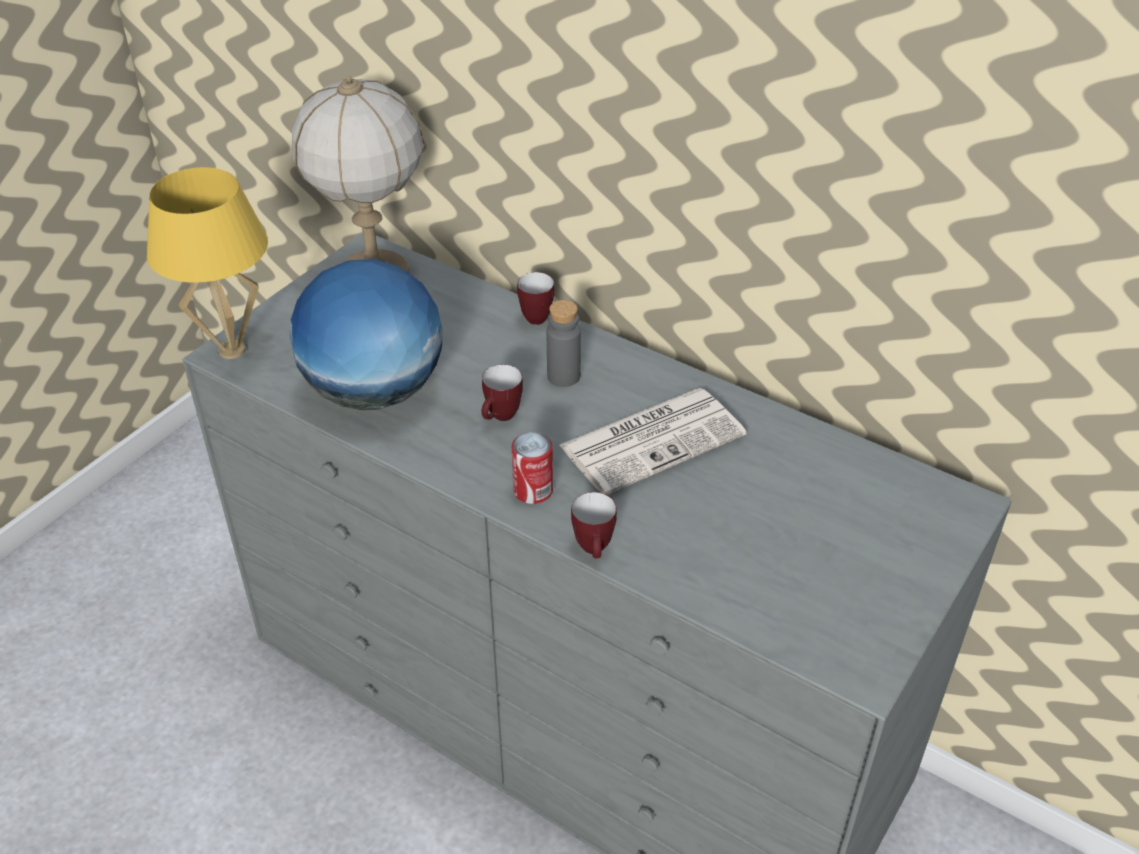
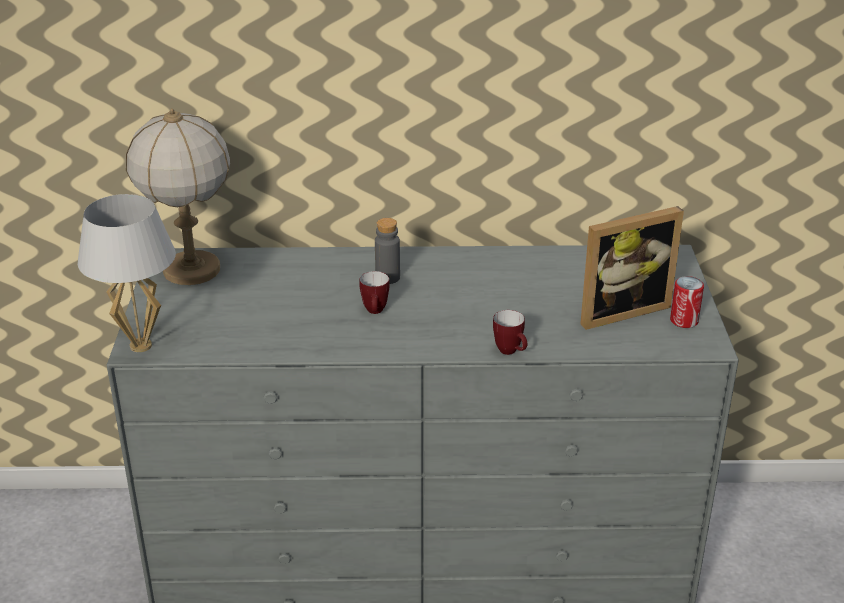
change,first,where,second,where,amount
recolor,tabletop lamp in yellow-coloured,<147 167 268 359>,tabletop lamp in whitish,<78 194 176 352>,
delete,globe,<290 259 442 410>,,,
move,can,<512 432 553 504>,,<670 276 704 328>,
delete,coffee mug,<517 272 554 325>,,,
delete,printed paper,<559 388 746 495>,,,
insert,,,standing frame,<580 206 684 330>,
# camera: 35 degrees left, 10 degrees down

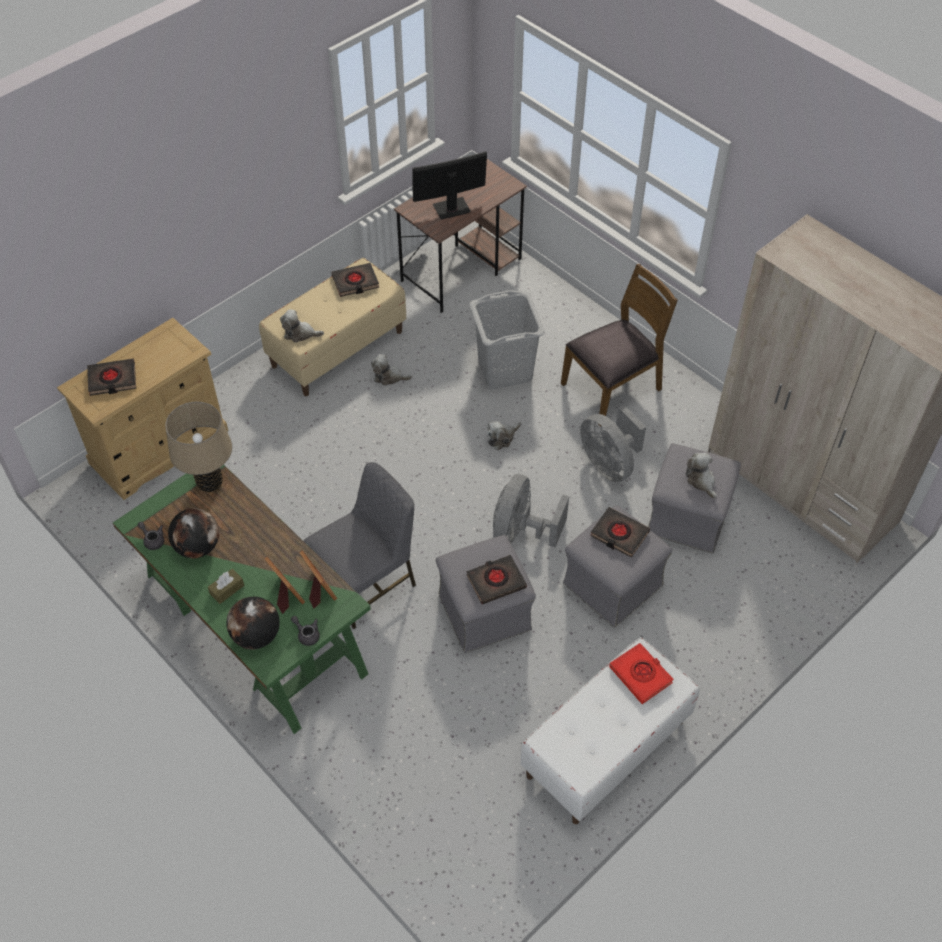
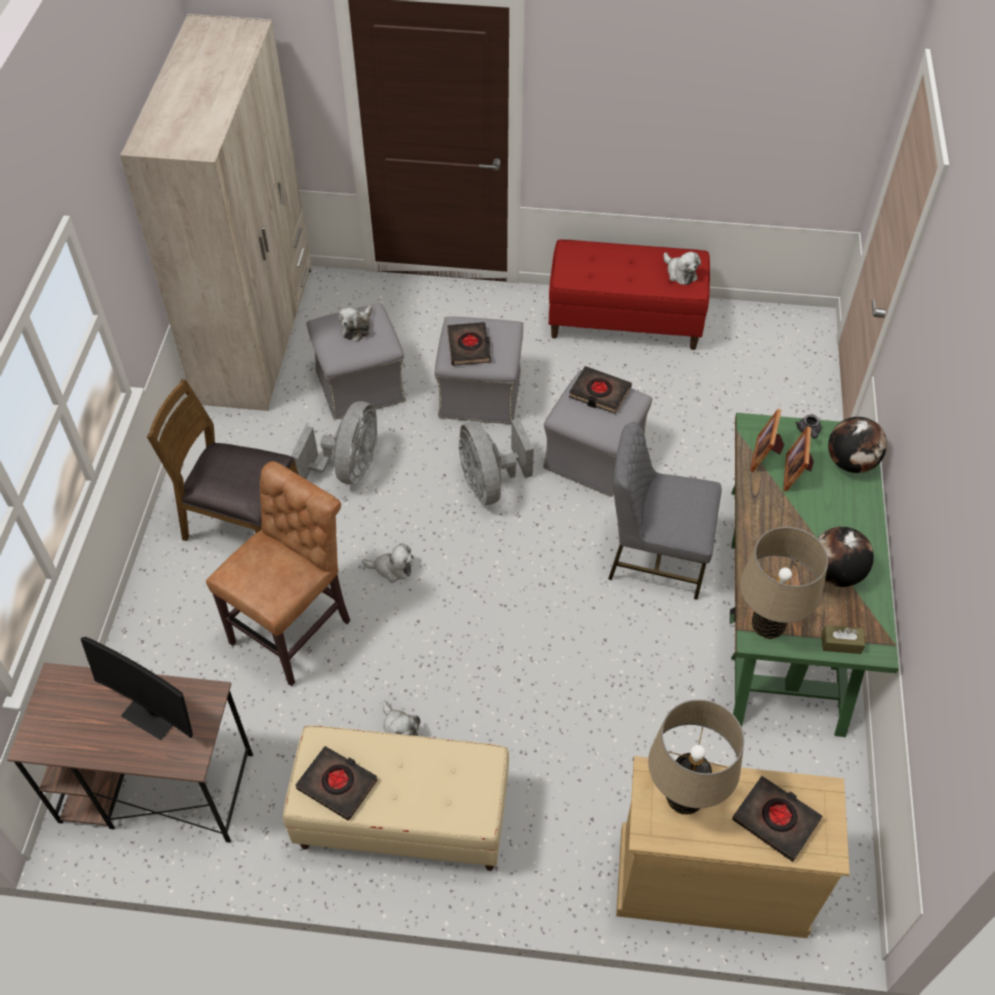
change,first,where,second,where,amount
delete,pot for tea in gray,<138 522 164 550>,,,
move,box of tissues in brown,<208 569 244 604>,,<822 625 865 654>,
move,cuddly toy,<280 309 324 343>,,<664 252 701 285>,
replace,washing basket in gray,<469 290 545 389>,chair in brown,<206 461 350 686>,
rotate,electric fan in gray,<493 474 569 547>,,<459 418 534 505>,90 degrees clockwise
recolor,indoor bench in whitish,<521 637 700 824>,indoor bench in red-coloured,<549 240 710 350>,
delete,bound book in red-coloured,<609 643 674 704>,,,
insert,,,tabletop lamp in beige,<648 699 744 815>,
# camera: 130 degrees left, 0 degrees up

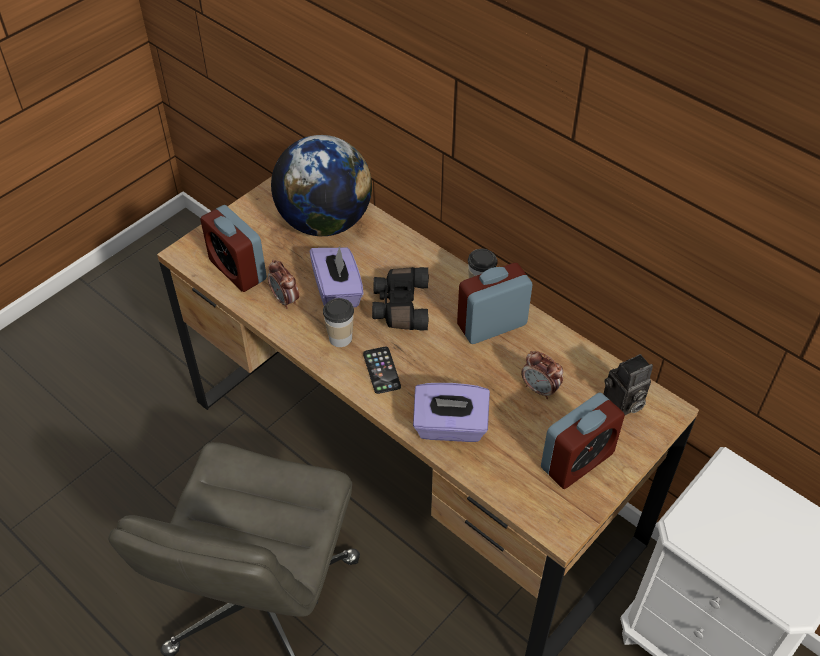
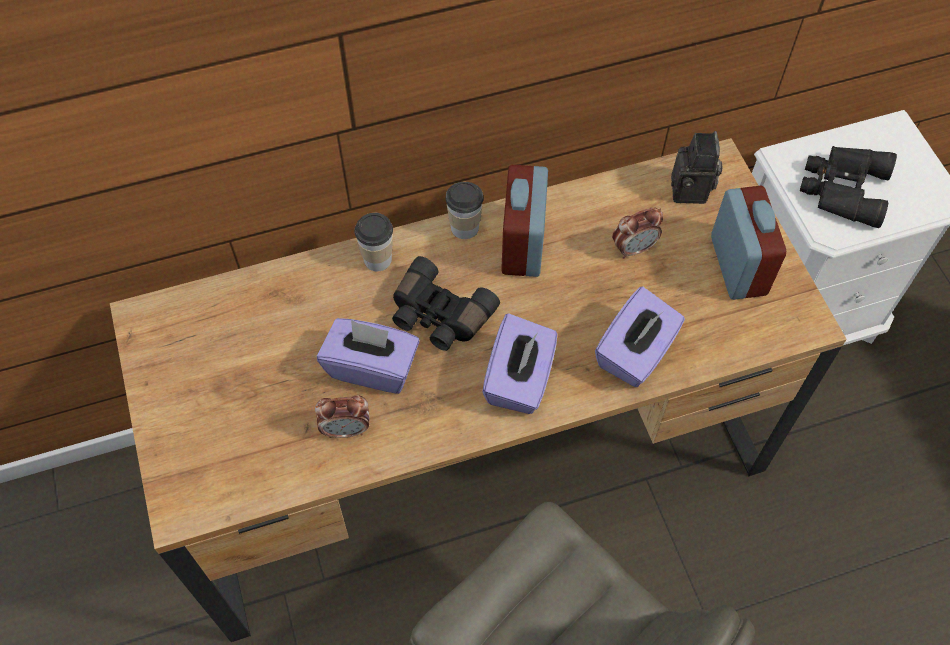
change,first,where,second,where,amount
delete,table clock,<200 205 267 292>,,,
delete,globe,<271 135 372 236>,,,
move,cup,<323 298 354 347>,,<354 213 393 271>,
replace,telephone,<363 347 401 394>,box of tissues in purple,<482 313 557 414>,
insert,,,field glasses in black-coloured,<800 146 897 228>,
# camera: 60 degrees left, 10 degrees up

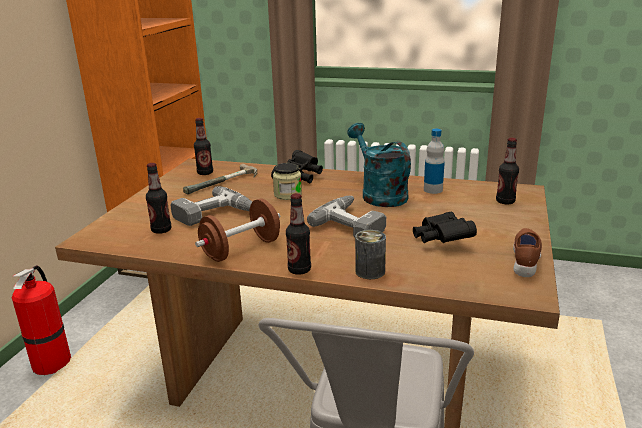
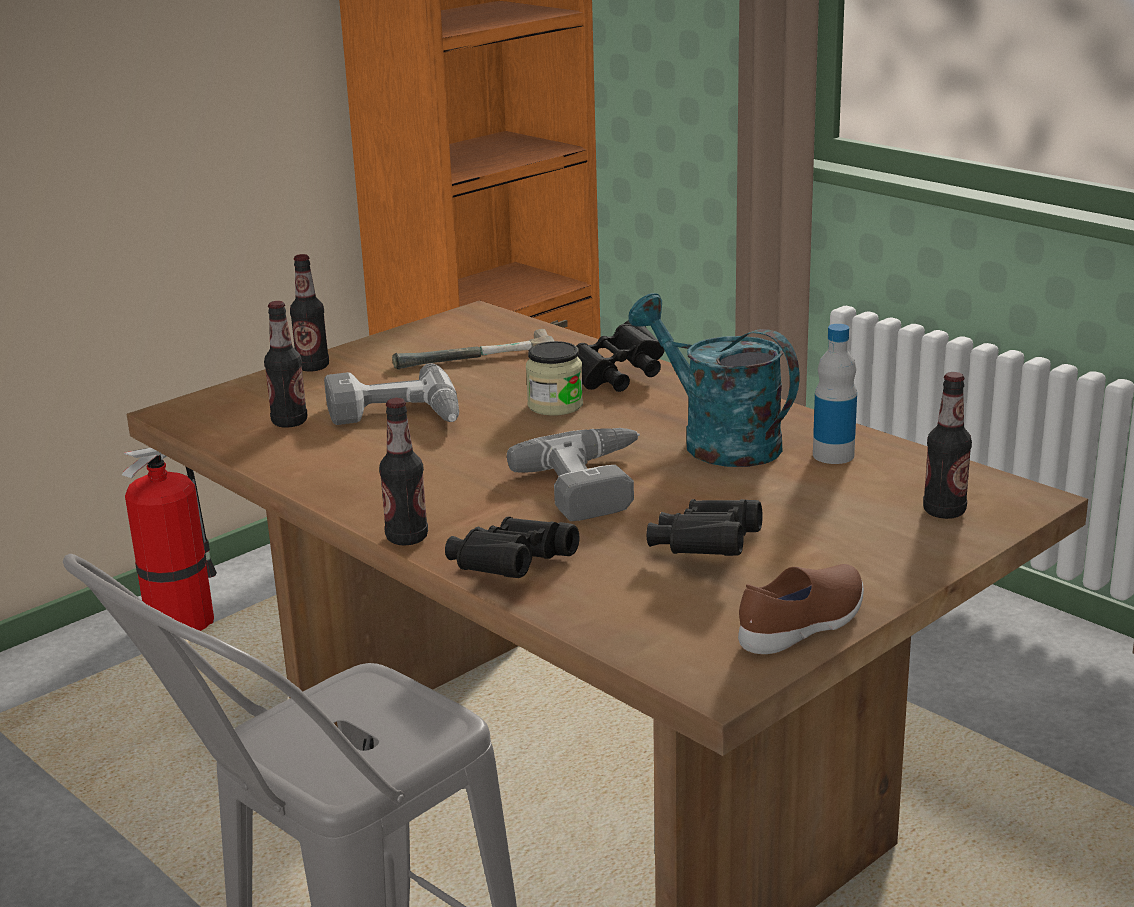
change,first,where,second,where,amount
move,drink bottle,<194 118 213 175>,,<290 254 329 371>,
delete,free weight in brown,<195 199 280 262>,,,
rotate,sprinkling can in turquoise-coloured,<347 123 411 207>,,<629 293 799 467>,45 degrees counterclockwise
replace,can,<355 230 386 279>,field glasses in black-coloured,<445 517 580 578>,
# camera: 30 degrees right, 0 degrees up

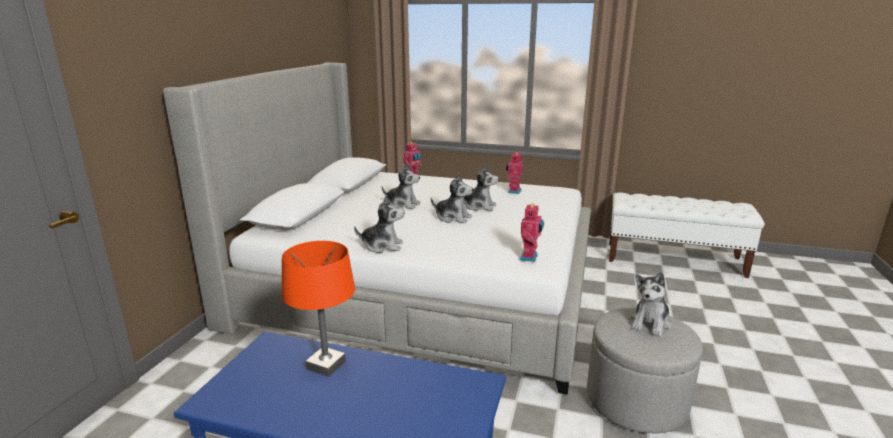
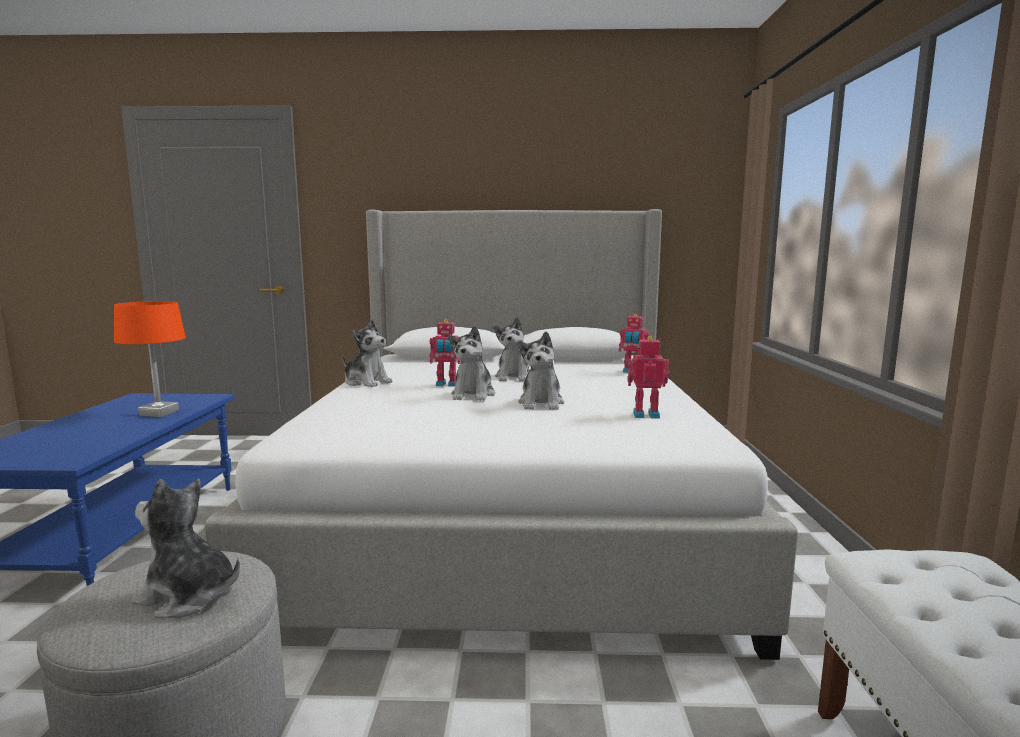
change,first,where,second,where,amount
rotate,cuddly toy,<354 195 405 253>,,<342 319 393 387>,45 degrees counterclockwise
move,toy robot,<520 203 544 262>,,<429 319 461 387>,
# camera: 75 degrees right, 10 degrees down

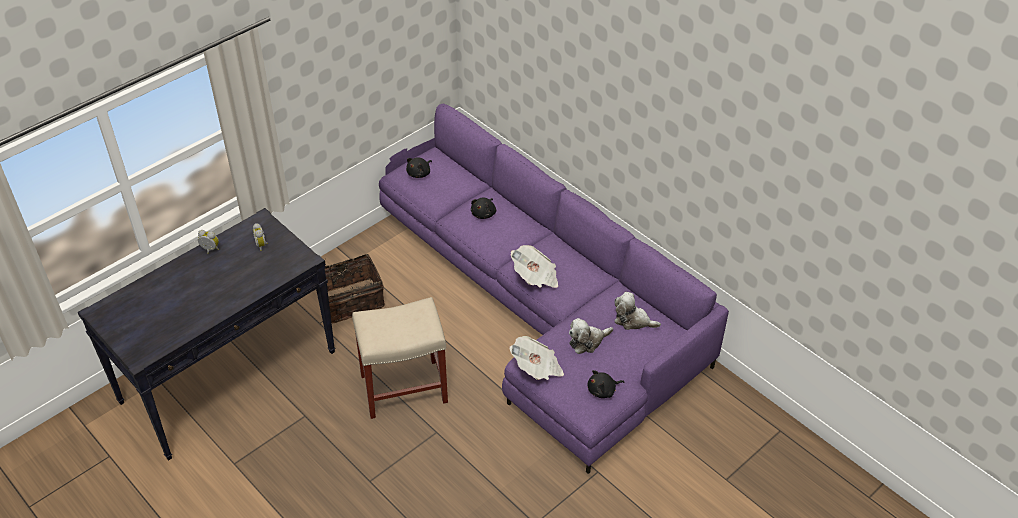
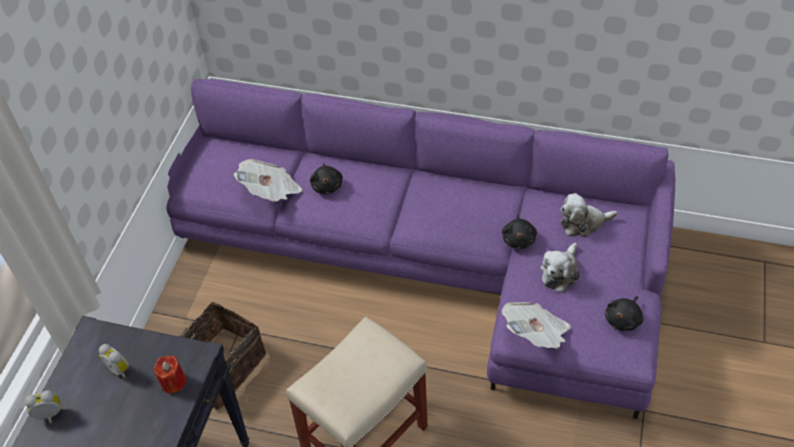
change,first,where,second,where,amount
move,cuddly toy in black-coloured,<406 157 432 178>,,<502 215 537 249>,
move,printed paper,<511 245 558 288>,,<234 159 303 202>,
insert,,,wax candle in red-coloured,<154 356 187 394>,
# camera: 30 degrees left, 5 degrees up

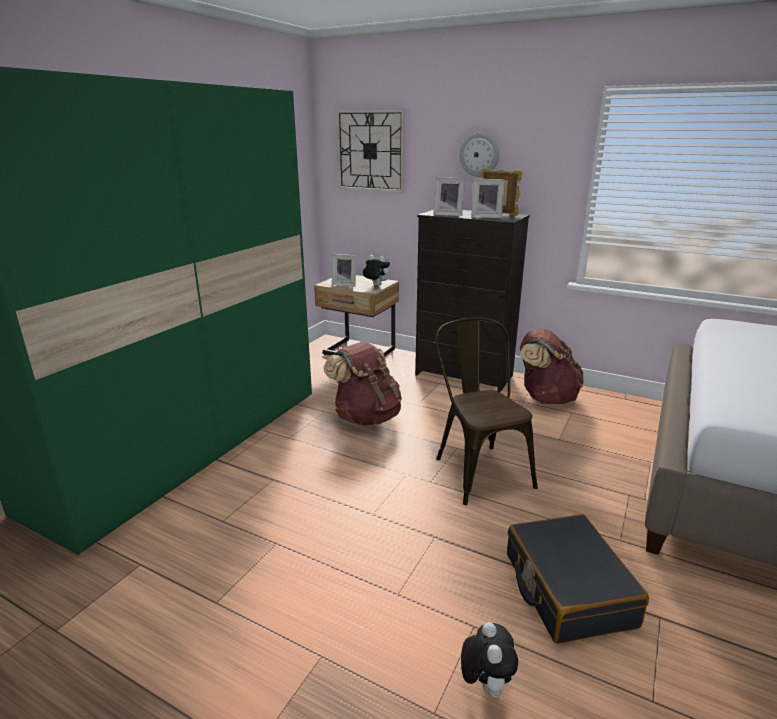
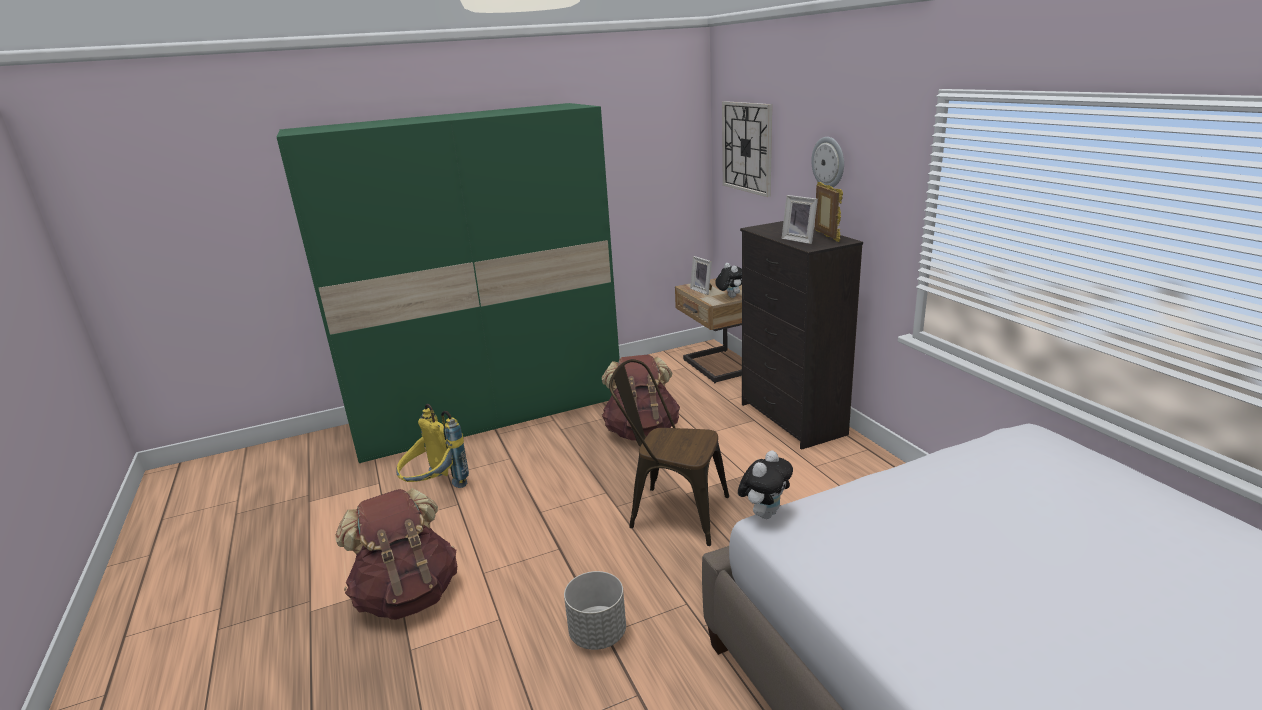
change,first,where,second,where,amount
delete,standing frame,<433 177 465 216>,,,
rotate,chair in brown,<435 317 538 505>,,<609 359 729 546>,90 degrees counterclockwise
move,cuddly toy,<461 622 518 698>,,<738 451 793 519>,
replace,suitcase in black-coloured,<507 514 649 644>,flower pot in gray,<564 571 626 650>,
move,rucksack in brown,<520 328 584 404>,,<335 488 457 620>,
insert,,,rucksack in yellow-coloured,<397 404 469 488>,
# camera: 40 degrees right, 0 degrees up

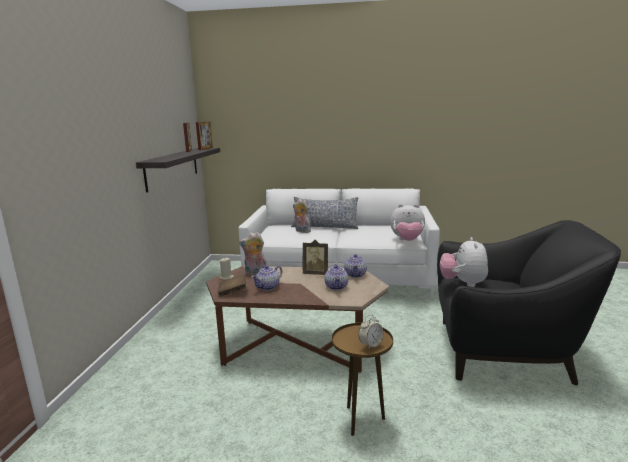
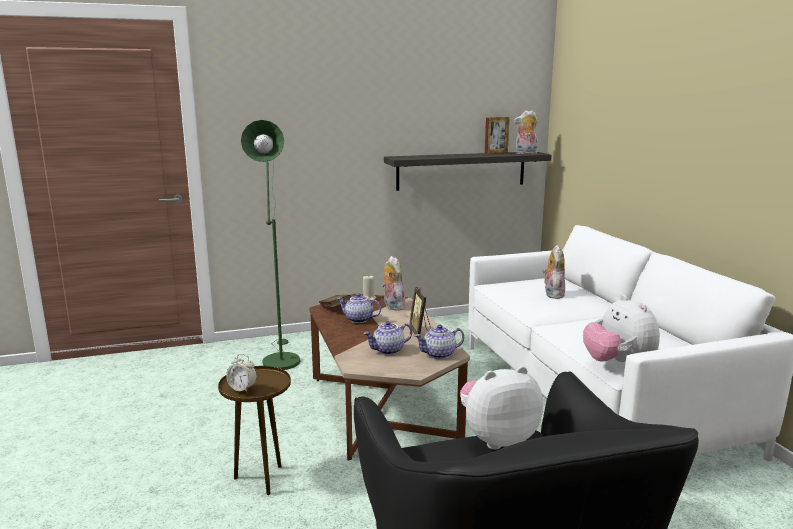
change,first,where,second,where,amount
replace,standing frame,<196 121 213 150>,cuddly toy,<513 110 538 154>,
delete,pillow,<291 197 359 229>,,,
insert,,,standing lamp in green,<241 120 300 370>,
# camera: 65 degrees right, 0 degrees up

